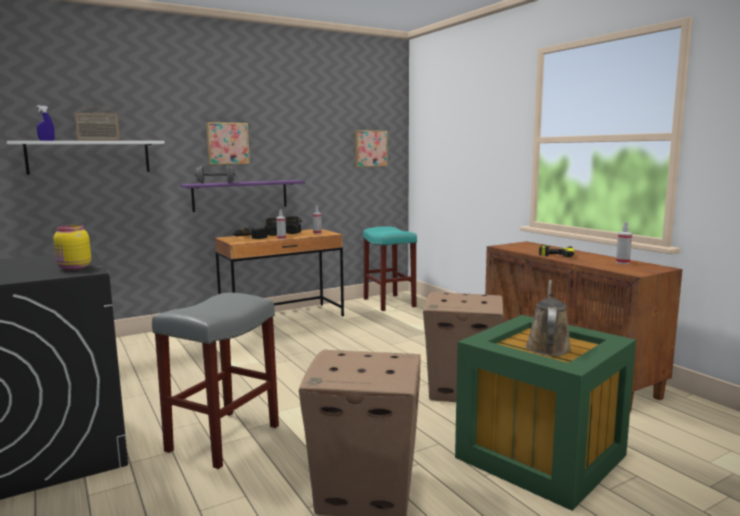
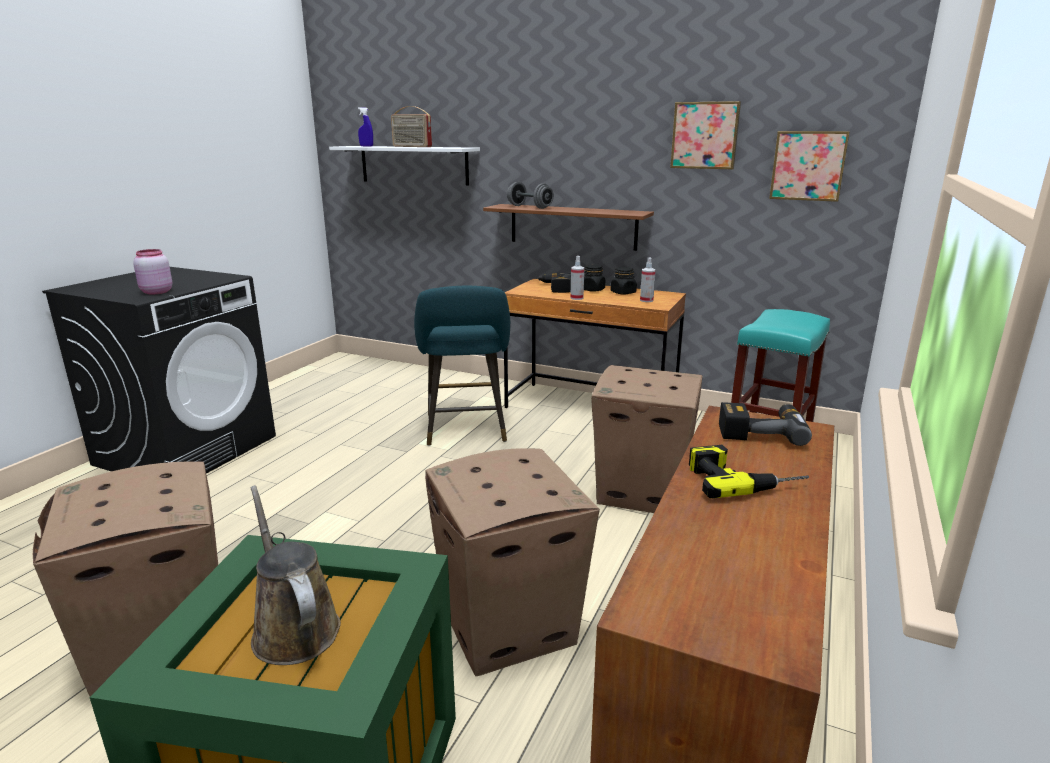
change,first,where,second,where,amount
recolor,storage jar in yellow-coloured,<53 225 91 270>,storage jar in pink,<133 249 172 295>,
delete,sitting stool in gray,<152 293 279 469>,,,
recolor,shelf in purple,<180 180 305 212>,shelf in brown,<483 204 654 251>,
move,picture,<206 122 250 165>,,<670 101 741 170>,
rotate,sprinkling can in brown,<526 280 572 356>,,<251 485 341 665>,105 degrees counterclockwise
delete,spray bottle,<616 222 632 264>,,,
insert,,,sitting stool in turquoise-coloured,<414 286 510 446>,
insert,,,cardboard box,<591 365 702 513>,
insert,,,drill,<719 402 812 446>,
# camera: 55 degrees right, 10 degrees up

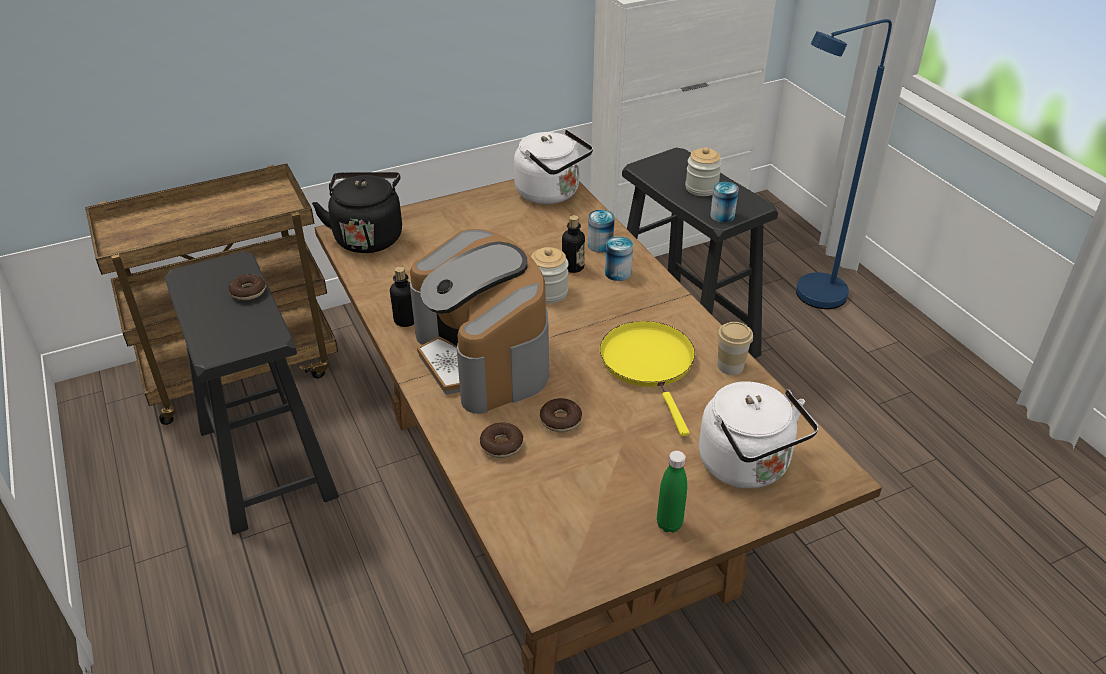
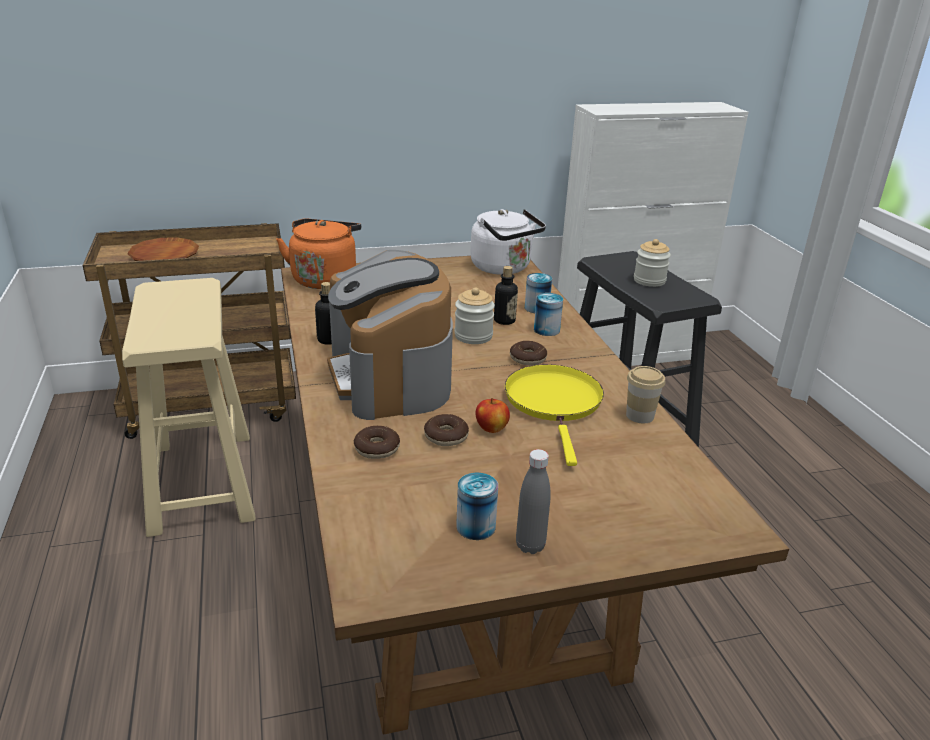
change,first,where,second,where,amount
recolor,sitting stool in black-coloured,<164 251 339 535>,sitting stool in beige,<122 278 256 537>,
move,ring doughnut,<228 274 266 300>,,<510 341 547 365>,
recolor,kettle in black-coloured,<312 172 402 253>,kettle in orangey,<276 219 361 289>,
recolor,drink bottle in green,<657 450 687 533>,drink bottle in gray,<516 449 551 554>,
delete,kettle in whitish,<699 381 819 488>,,,
move,can,<710 182 739 223>,,<456 473 498 540>,
delete,standing lamp in blue,<796 19 892 309>,,,
insert,,,plate in brown,<128 237 199 261>,
insert,,,whole apple,<476 398 510 433>,
# camera: 10 degrees right, 10 degrees down

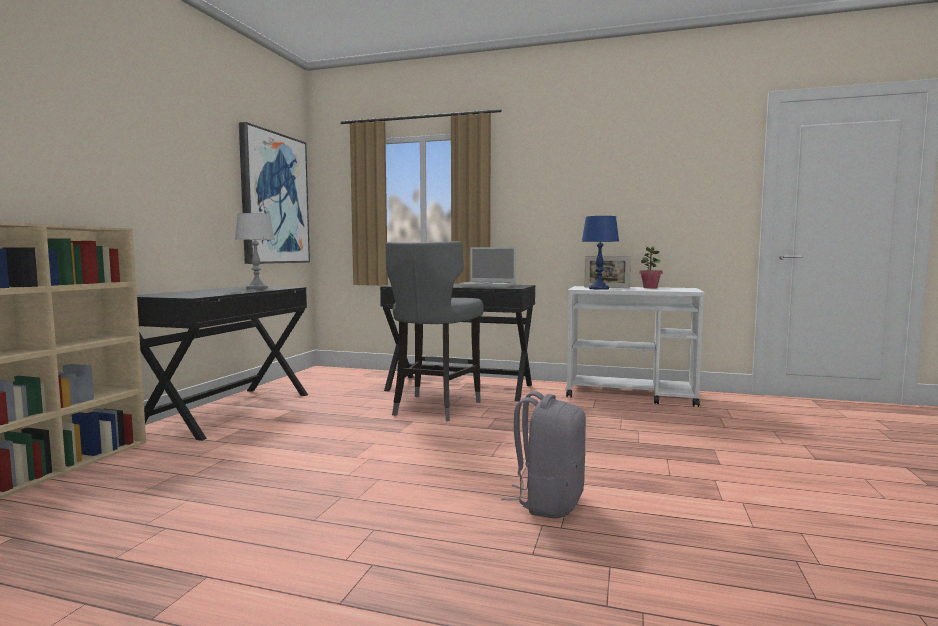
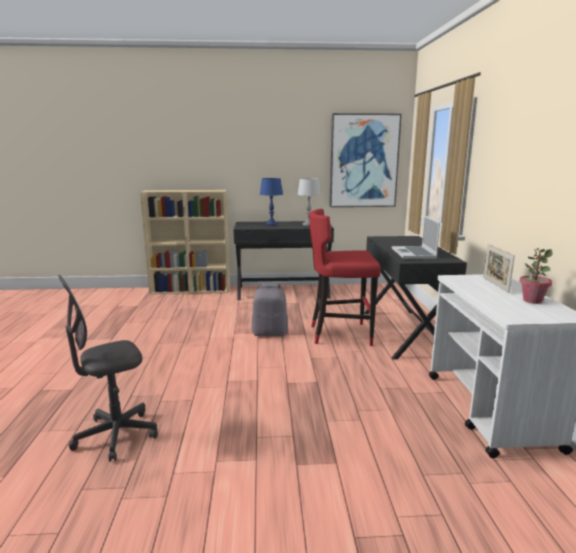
change,first,where,second,where,amount
recolor,sitting stool in gray,<385 241 484 421>,sitting stool in red-coloured,<309 209 381 346>,
move,rucksack in gray,<501 391 586 518>,,<252 283 288 337>,
move,tabletop lamp in blue,<582 216 619 290>,,<260 178 283 226>,
insert,,,desk chair in gray,<58 275 158 462>,
# camera: 70 degrees right, 10 degrees up

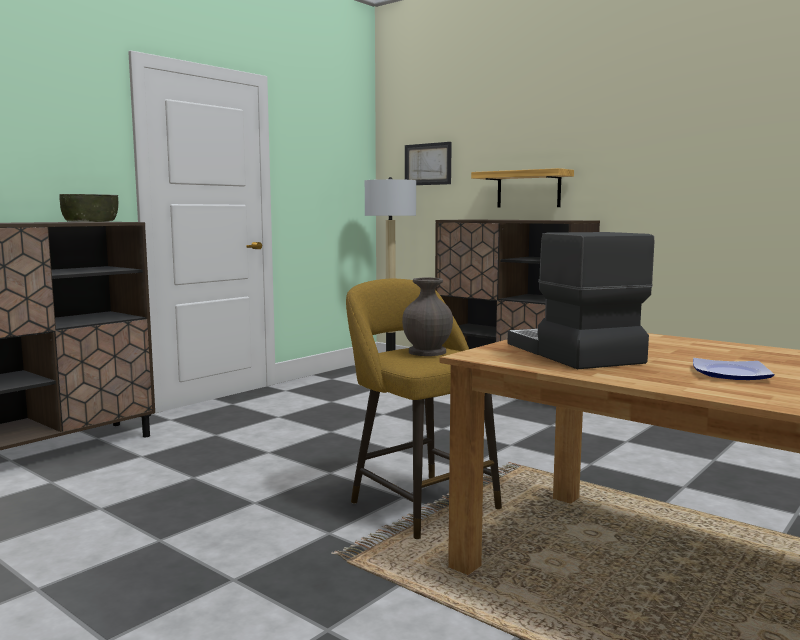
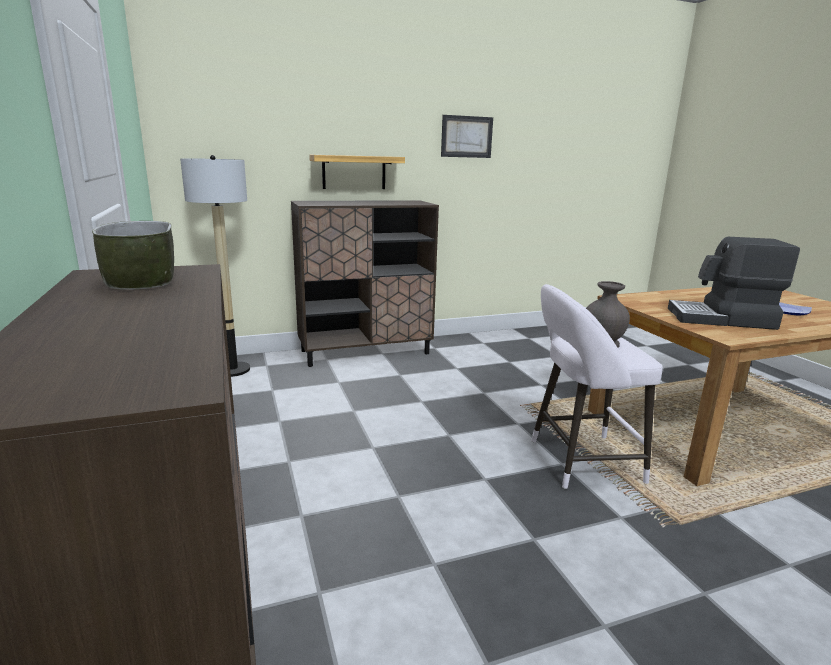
change,first,where,second,where,amount
recolor,sitting stool in yellow-coloured,<346 279 502 539>,sitting stool in whitish,<531 284 663 489>,
move,picture,<405 142 452 185>,,<441 115 493 158>,
# camera: 60 degrees left, 10 degrees up

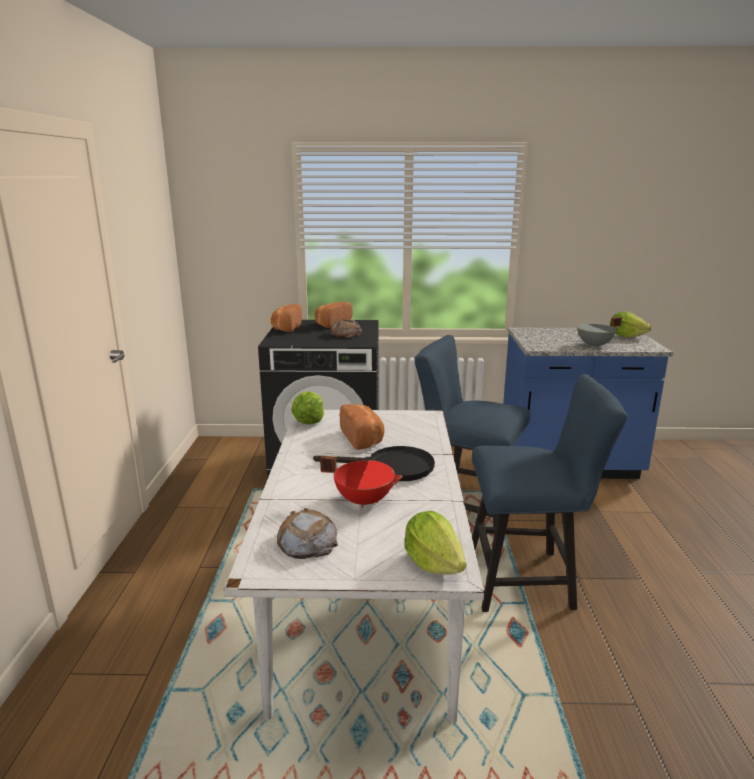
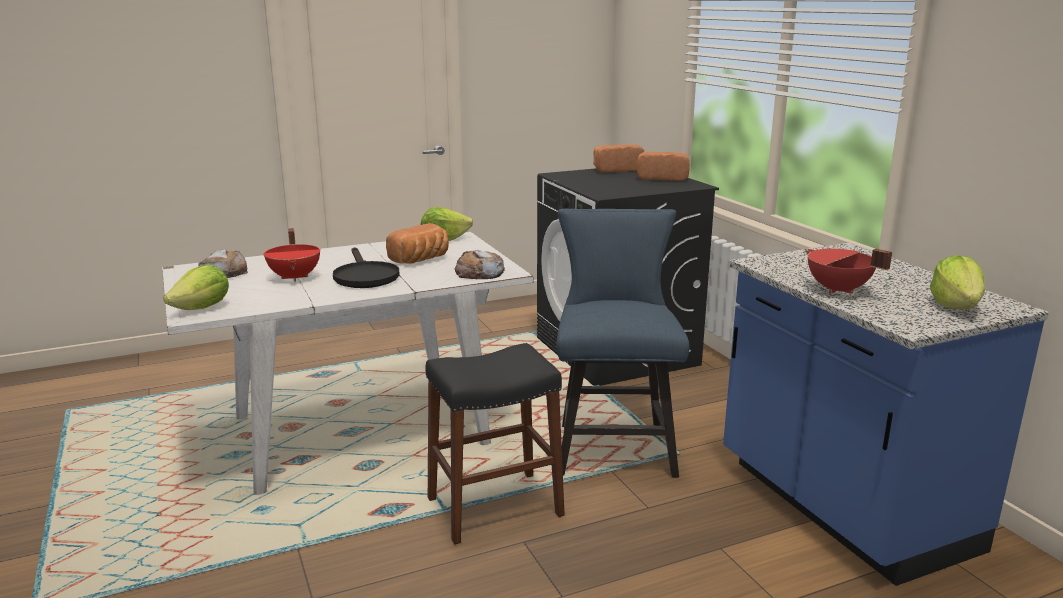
change,first,where,second,where,amount
move,bread,<330 319 362 338>,,<455 250 505 279>,
replace,chair in blue,<472 374 628 612>,sitting stool in black-coloured,<425 343 565 545>,
recolor,cooking pot in gray,<576 317 622 348>,cooking pot in red-coloured,<805 249 892 294>,
# camera: 65 degrees right, 0 degrees up

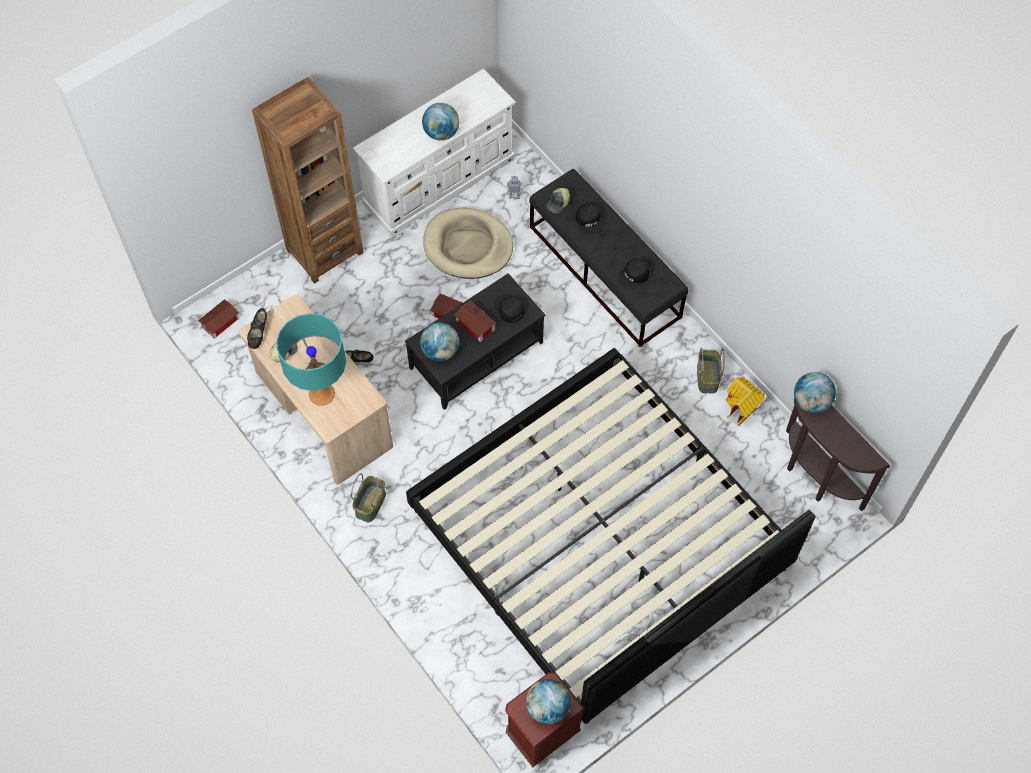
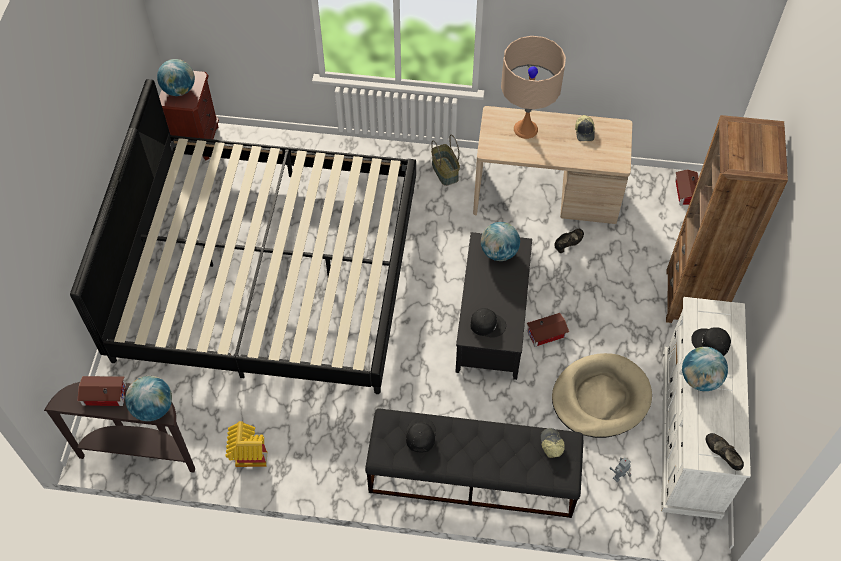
change,first,where,second,where,amount
move,item of footwear in black-coloured,<247 308 267 349>,,<706 433 744 471>,
recolor,tabletop lamp in turquoise-coloured,<276 313 346 406>,tabletop lamp in beige,<501 36 566 139>,
move,miniature house,<454 301 496 342>,,<78 376 126 406>,
move,peaked cap in black-coloured,<575 203 603 235>,,<691 327 731 356>,
delete,household basket,<697 348 725 393>,,,
# camera: 135 degrees right, 5 degrees down

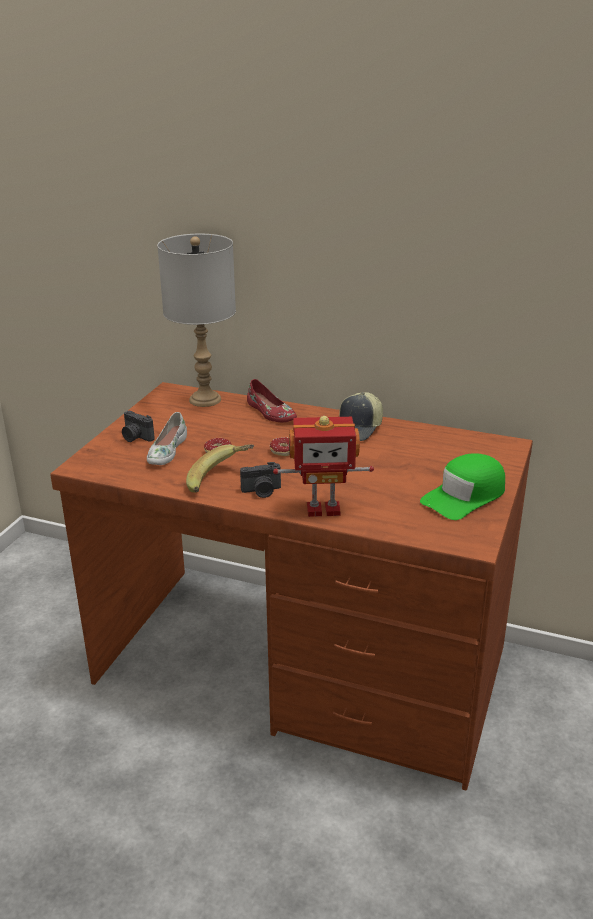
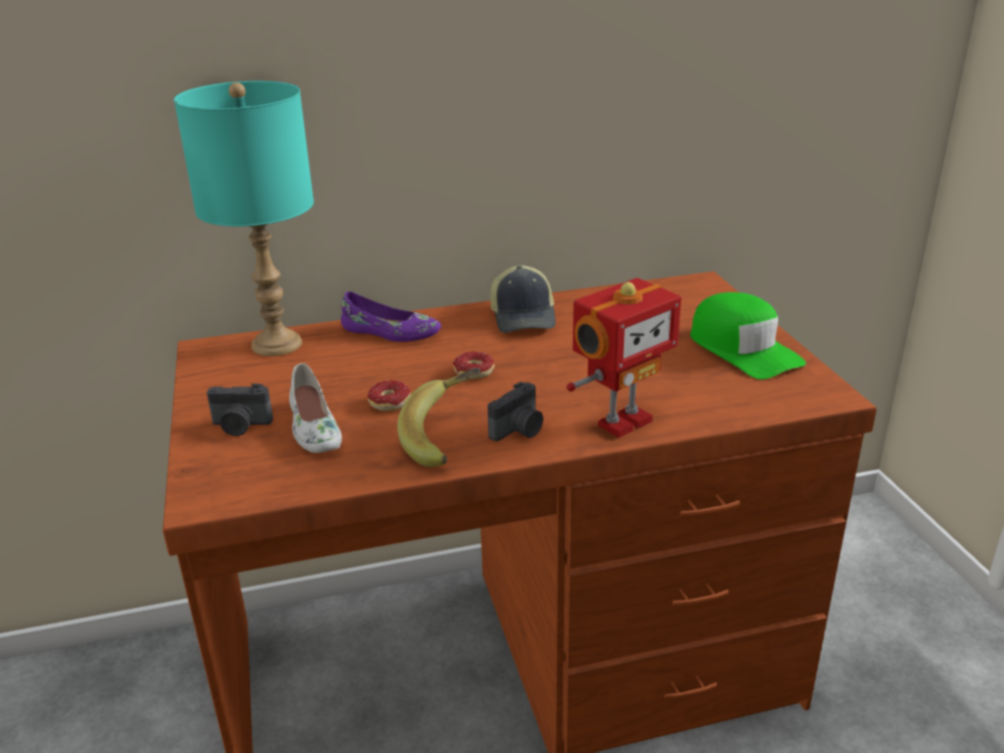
change,first,where,second,where,amount
recolor,tabletop lamp in gray,<157 234 236 407>,tabletop lamp in turquoise-coloured,<174 81 314 356>,
recolor,item of footwear in red-coloured,<247 379 297 422>,item of footwear in purple,<341 291 441 342>,
rotate,peaked cap in green,<420 453 505 520>,,<690 292 806 379>,45 degrees counterclockwise
# camera: 35 degrees left, 0 degrees up

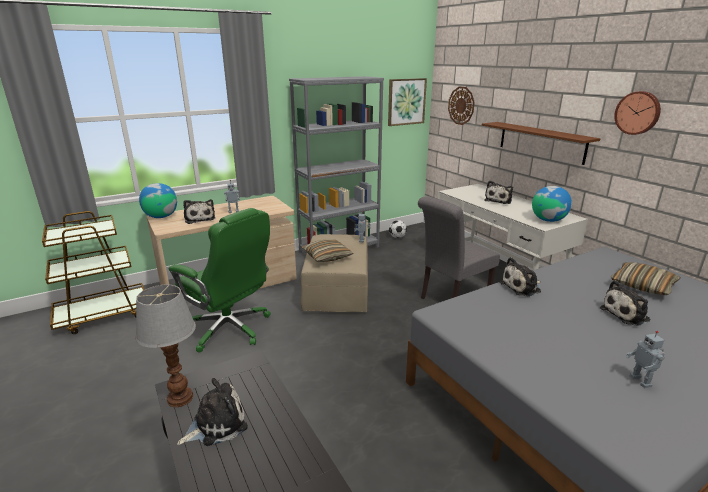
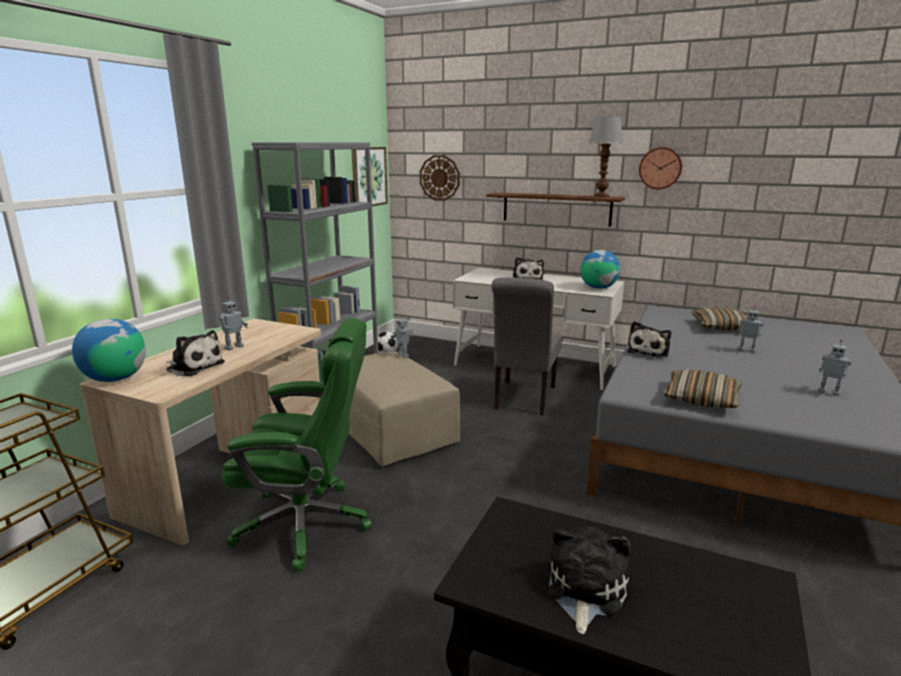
change,first,where,second,where,amount
move,tabletop lamp,<135 285 196 407>,,<589 116 623 198>,
move,pillow,<302 239 354 262>,,<663 370 742 408>,
replace,cuddly toy,<600 280 651 326>,toy robot,<739 306 763 353>,
# camera: 35 degrees left, 5 degrees down

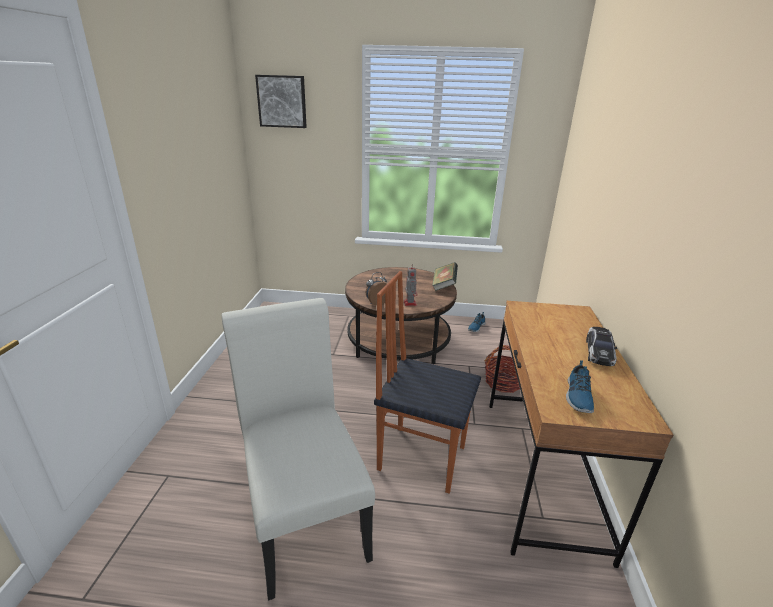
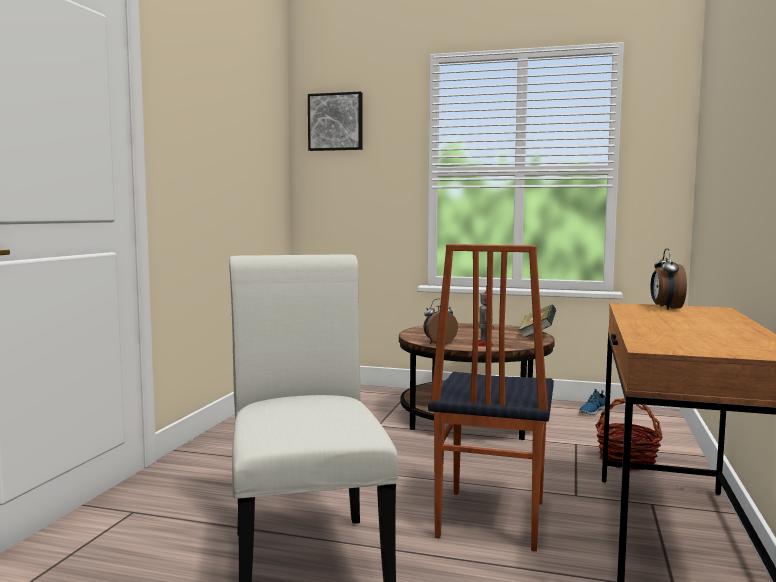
change,first,where,second,where,amount
rotate,chair,<374 271 481 494>,,<428 244 554 552>,105 degrees counterclockwise
delete,item of footwear,<566 360 594 413>,,,
delete,toy car,<586 327 617 366>,,,
insert,,,table clock,<651 248 687 310>,
# camera: 10 degrees right, 20 degrees down

